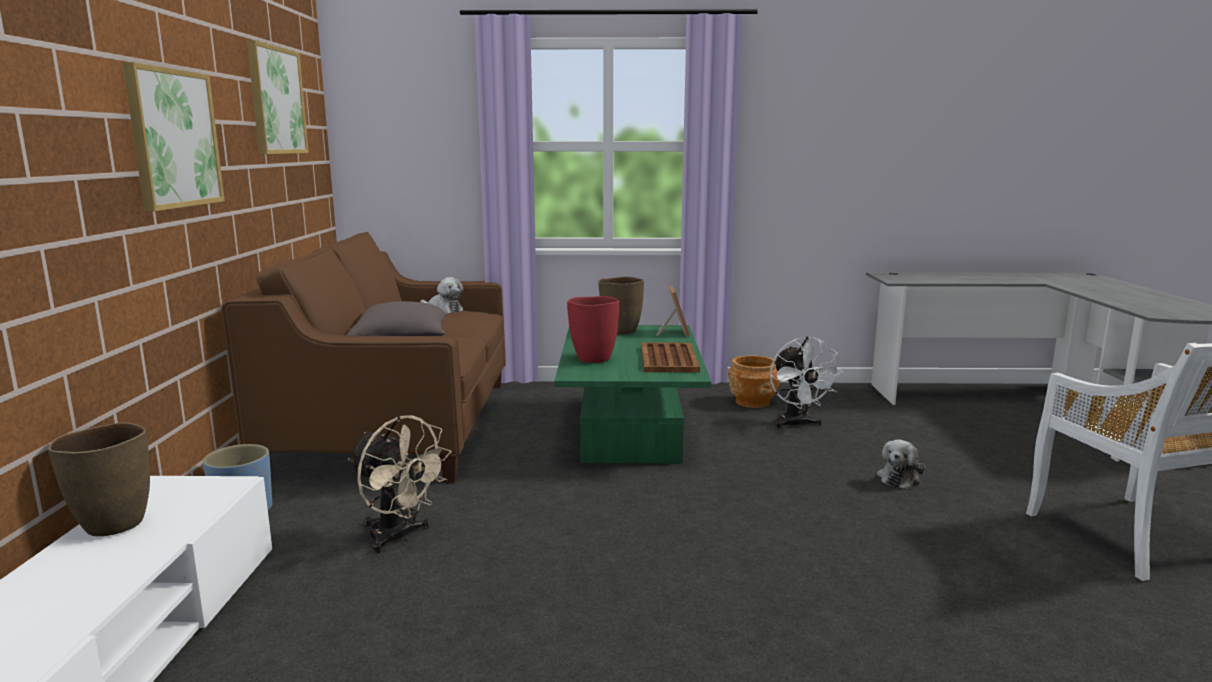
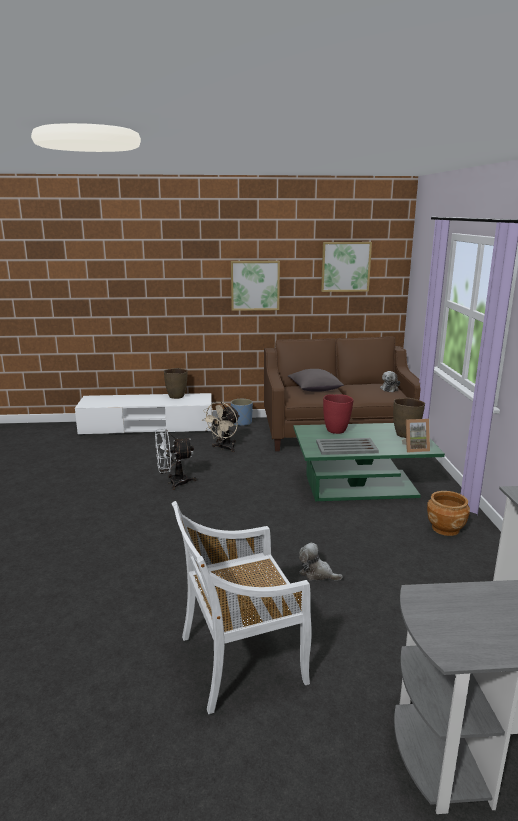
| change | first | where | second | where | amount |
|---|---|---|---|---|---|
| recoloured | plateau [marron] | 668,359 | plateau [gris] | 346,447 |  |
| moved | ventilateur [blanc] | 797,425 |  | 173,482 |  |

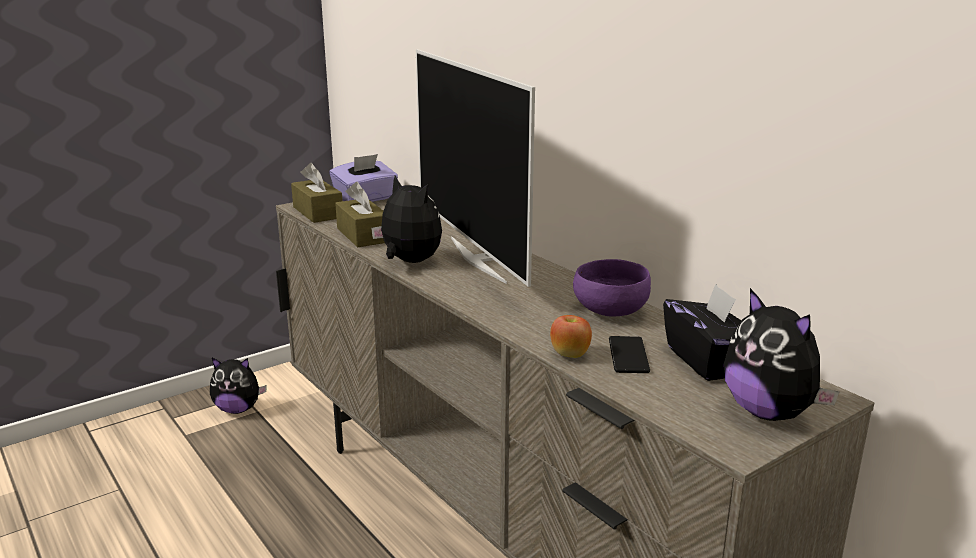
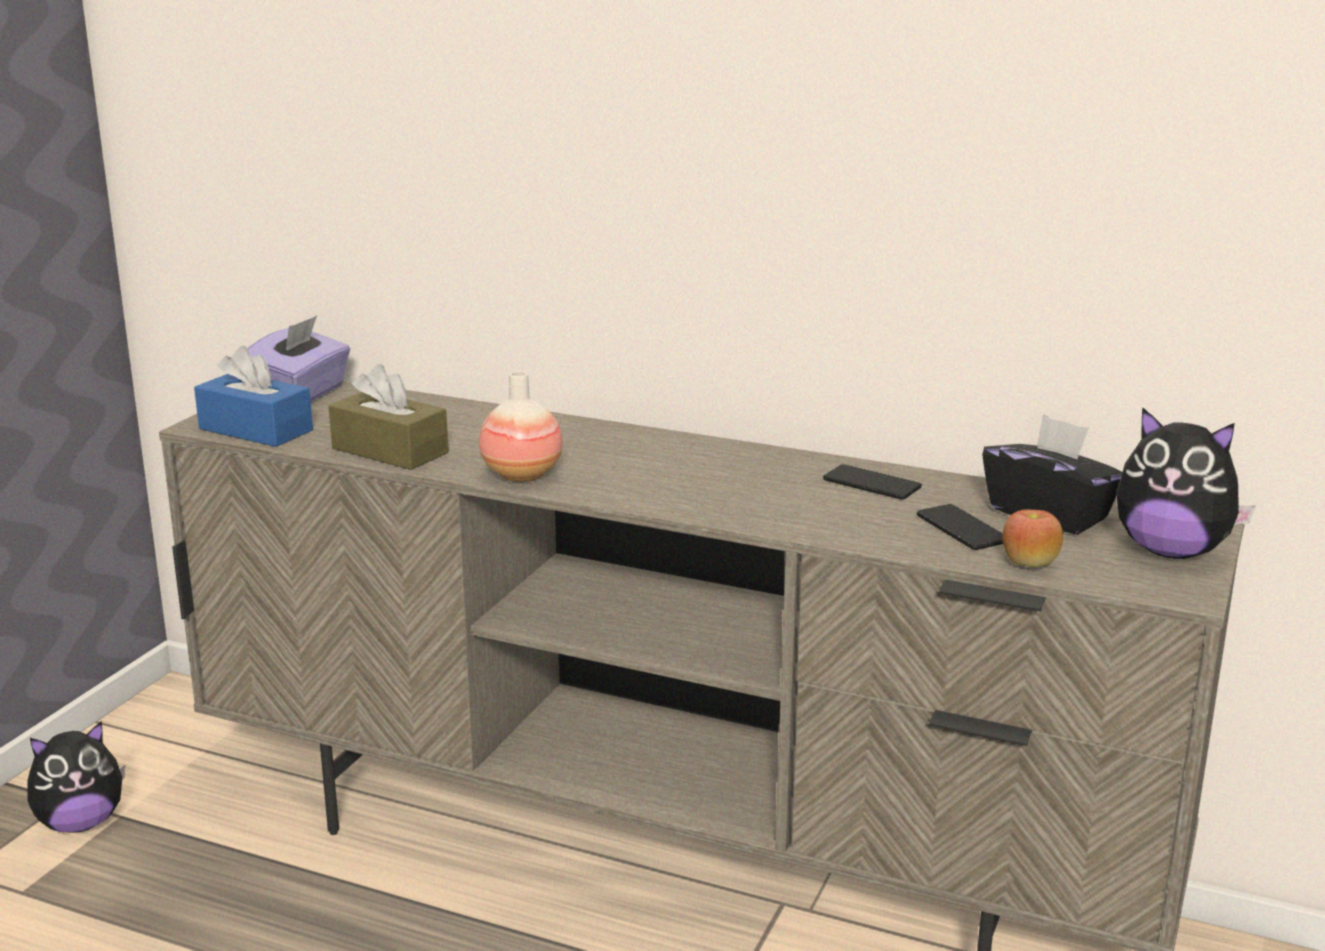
| change | first | where | second | where | amount |
|---|---|---|---|---|---|
| recoloured | boîte à mouchoirs [marron] | 318,212 | boîte à mouchoirs [bleu] | 256,429 |  |
| replaced | peluche | 409,262 | vase | 522,475 |  |
| removed | téléviseur | 479,259 |  |  |  |
| moved | pomme | 570,354 |  | 1029,564 |  |
| replaced | bol [violet] | 609,312 | téléphone | 871,484 |  |

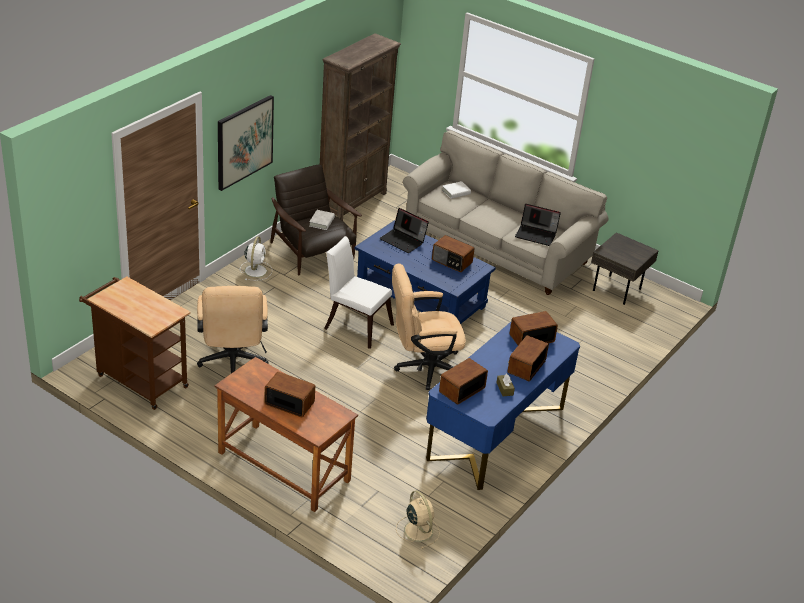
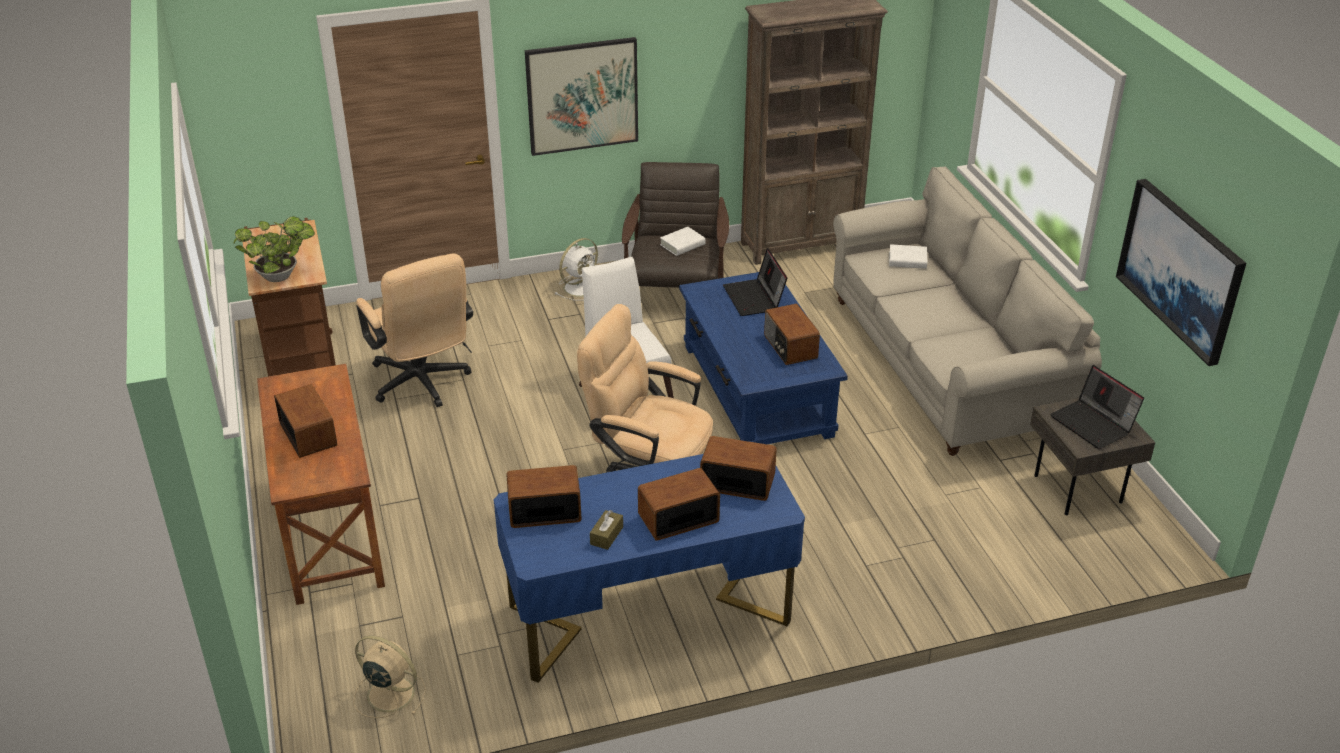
| change | first | where | second | where | amount |
|---|---|---|---|---|---|
| turned | chaise de bureau [beige] | 232,364 |  | 422,385 | 60 degrees counterclockwise |
| turned | ventilateur [beige] | 417,530 |  | 389,693 | 75 degrees counterclockwise |
| moved | ordinateur portable | 536,234 |  | 1093,424 |  |
| added |  |  | plante en pot | 281,276 |  |
| added |  |  | tableau | 1181,269 |  |

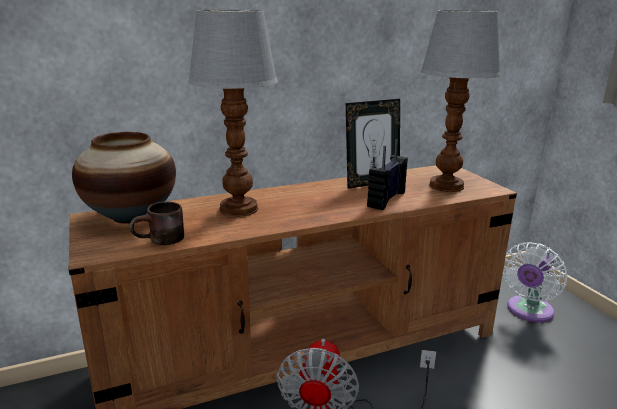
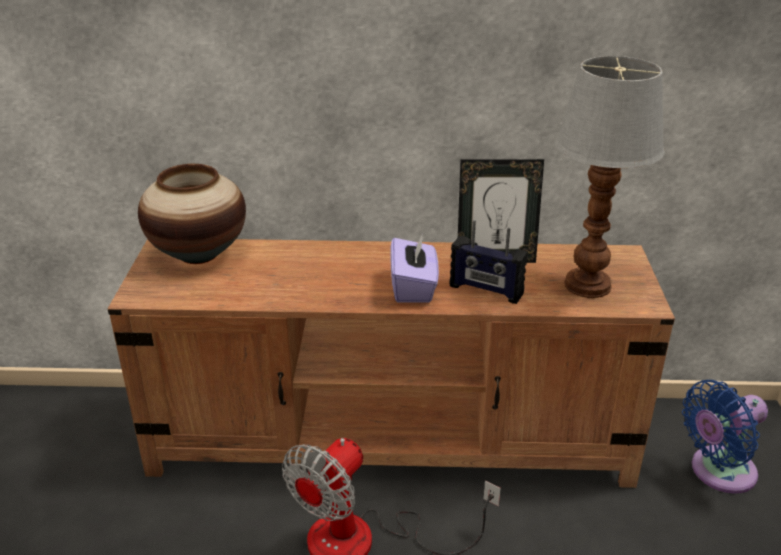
| change | first | where | second | where | amount |
|---|---|---|---|---|---|
| removed | mug [marron] | 161,242 |  |  |  |
| removed | lampe de table | 238,208 |  |  |  |
| turned | radio | 385,199 |  | 485,290 | 120 degrees counterclockwise |
| recoloured | ventilateur [blanc] | 528,312 | ventilateur [bleu] | 718,472 |  |
| added |  |  | boîte à mouchoirs [violet] | 413,288 |  |

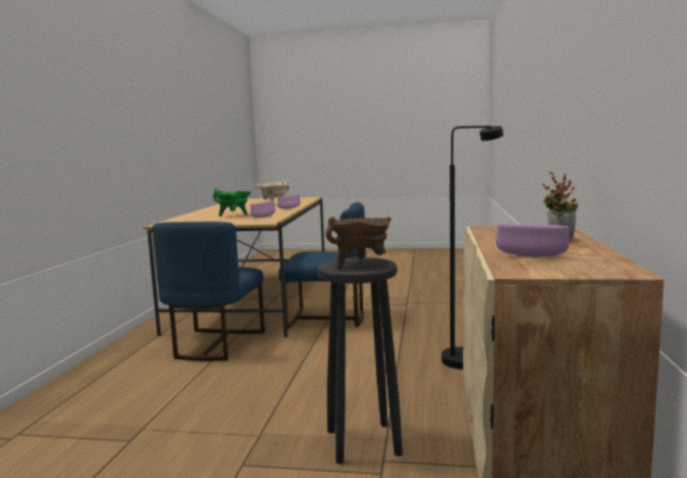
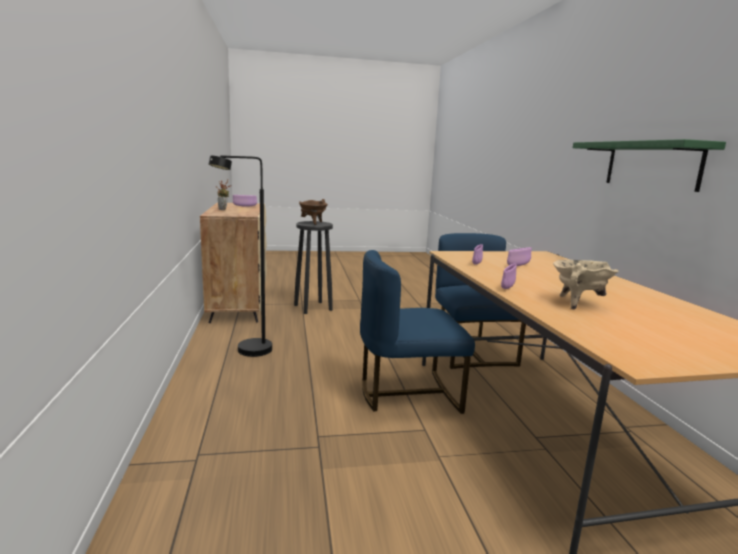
| change | first | where | second | where | amount |
|---|---|---|---|---|---|
| replaced | marmite [vert] | 234,216 | bol [violet] | 518,265 |  |
| added |  |  | étagère [vert] | 651,165 |  |

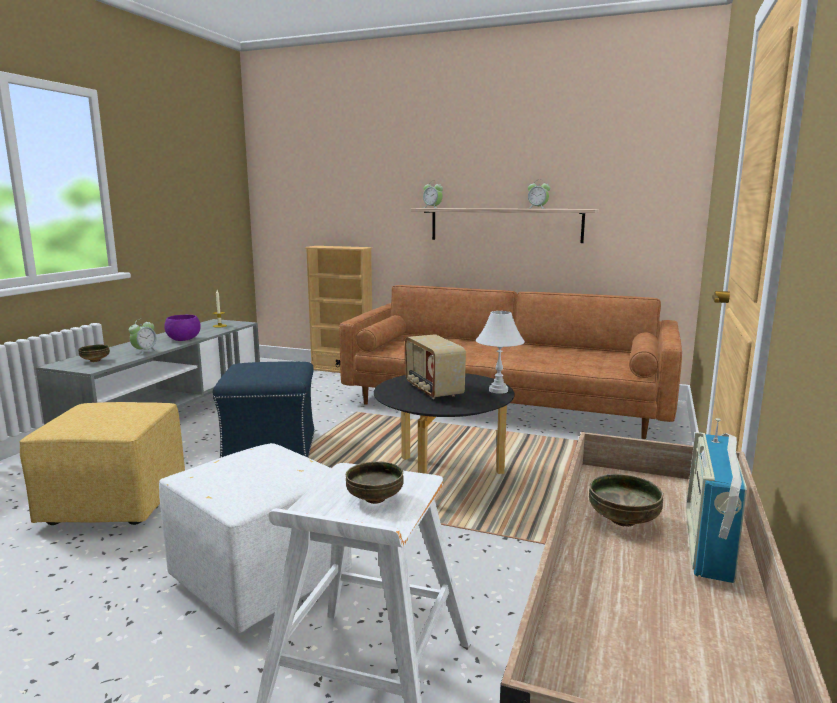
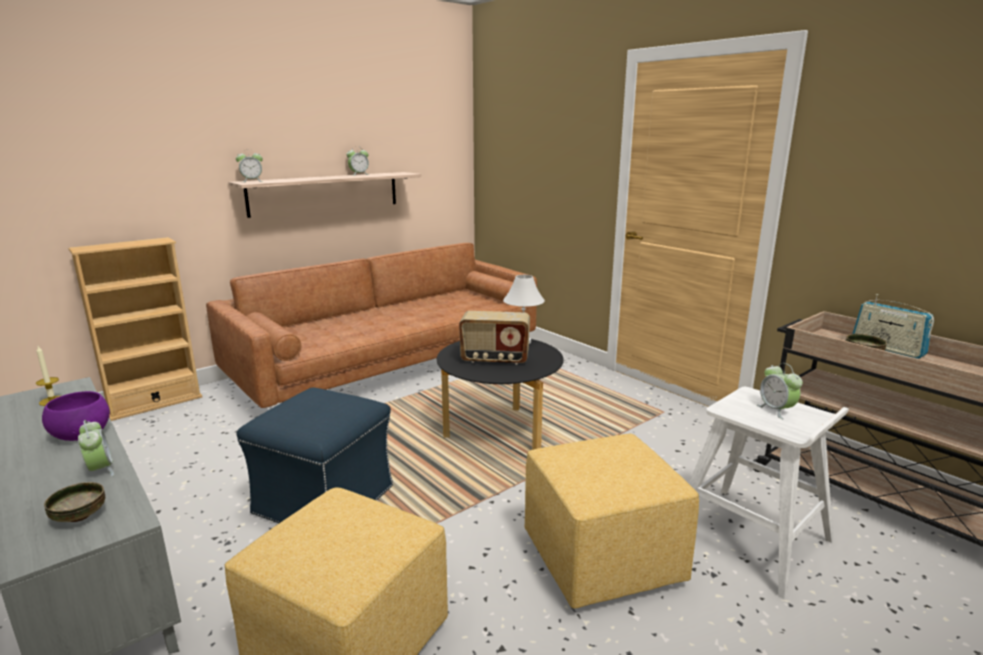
| change | first | where | second | where | amount |
|---|---|---|---|---|---|
| recoloured | pouf [blanc] | 264,579 | pouf [jaune] | 601,558 |  |
| replaced | bol | 375,499 | réveil | 776,410 |  |

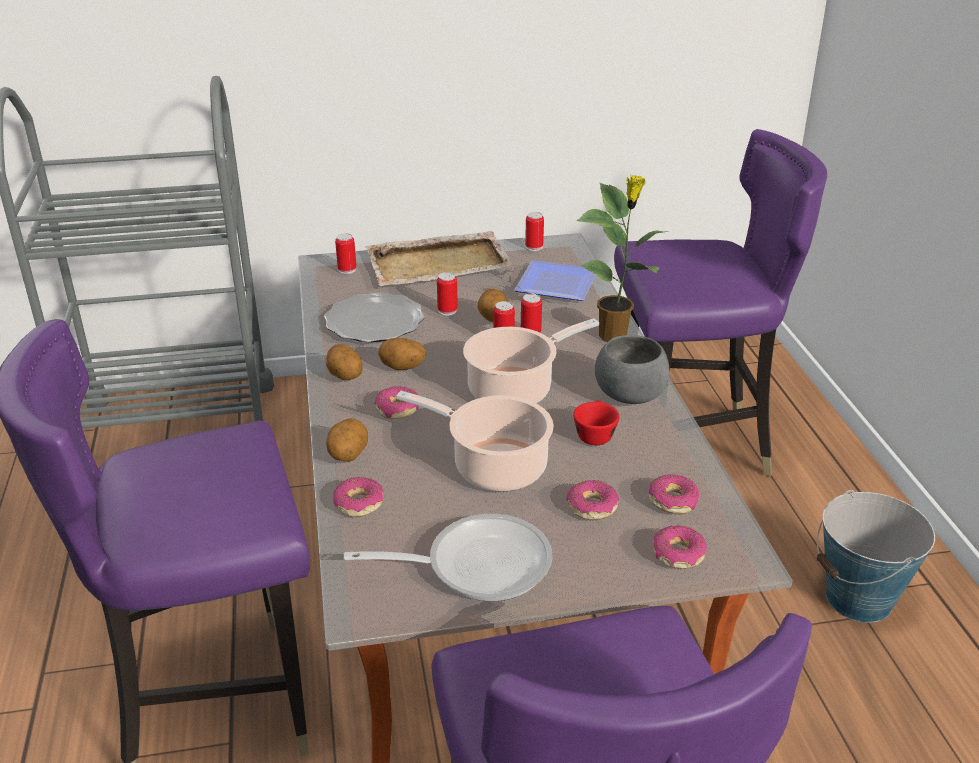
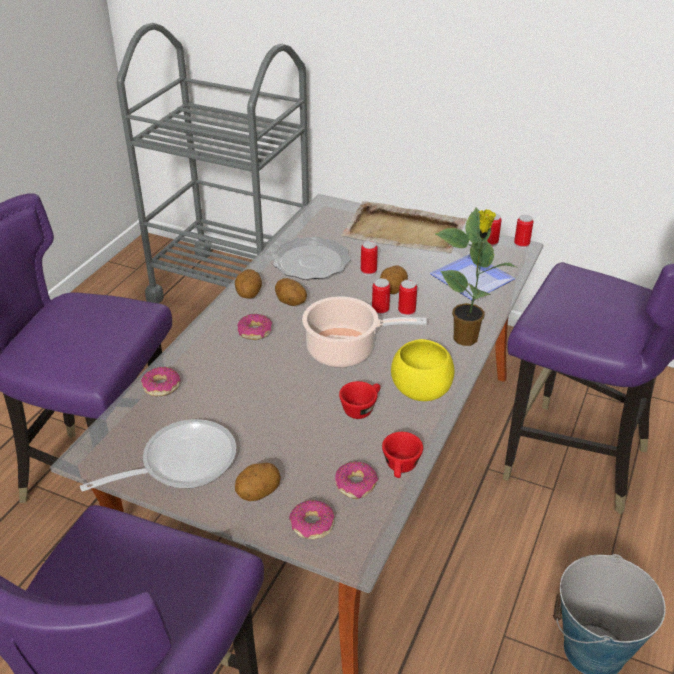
| change | first | where | second | where | amount |
|---|---|---|---|---|---|
| moved | pomme de terre | 348,455 |  | 258,493 |  |
| moved | boîte métallique | 347,270 |  | 521,244 |  |
| turned | poêle | 477,565 |  | 181,463 | 60 degrees counterclockwise |
| removed | marmite | 493,466 |  |  |  |
| removed | beignet | 592,507 |  |  |  |
| recoloured | bol [gris] | 629,395 | bol [jaune] | 421,390 |  |
| added |  |  | tasse [rouge] | 401,468 |  |

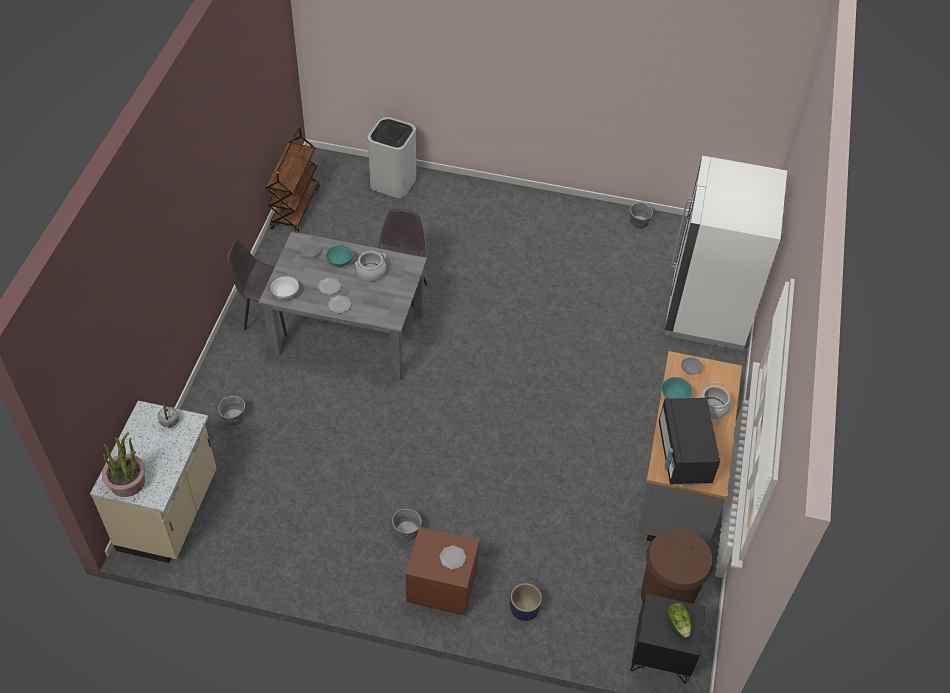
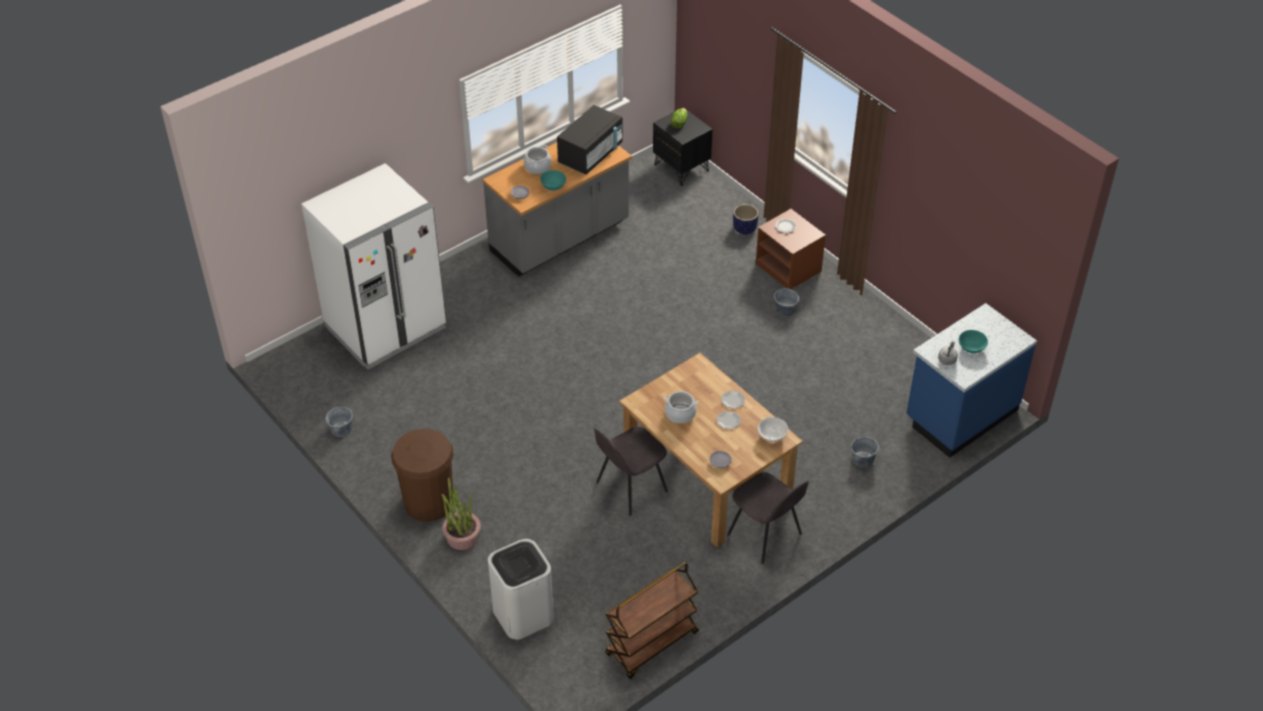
| change | first | where | second | where | amount |
|---|---|---|---|---|---|
| recoloured | comptoir de cuisine [beige] | 170,512 | comptoir de cuisine [bleu] | 960,414 |  |
| moved | plante en pot | 128,482 |  | 462,537 |  |
| recoloured | table à manger [gris] | 347,333 | table à manger [marron] | 708,478 |  |
| moved | bol [turquoise] | 339,261 |  | 971,348 |  |
| moved | poubelle [marron] | 666,596 |  | 429,502 |  |

